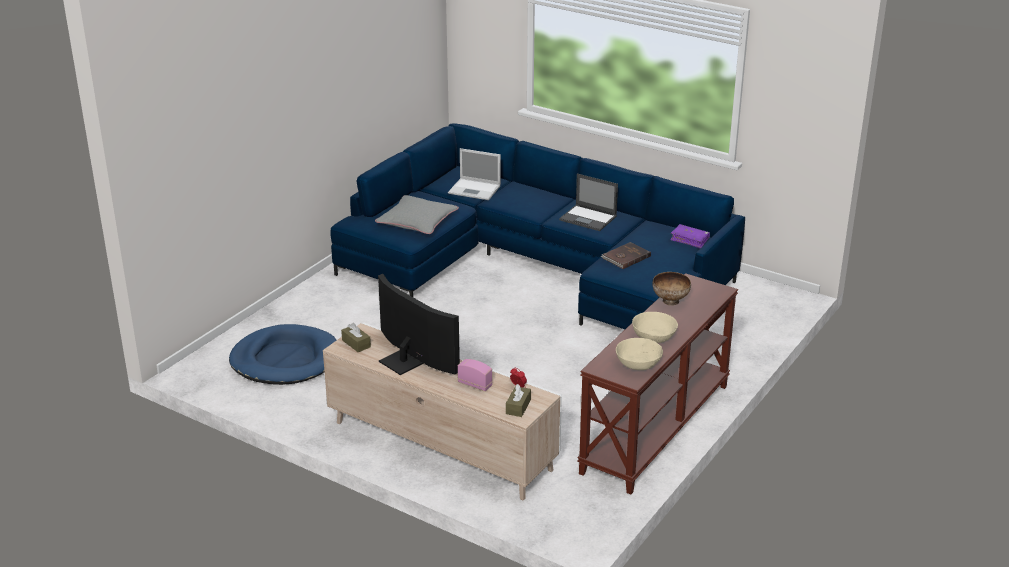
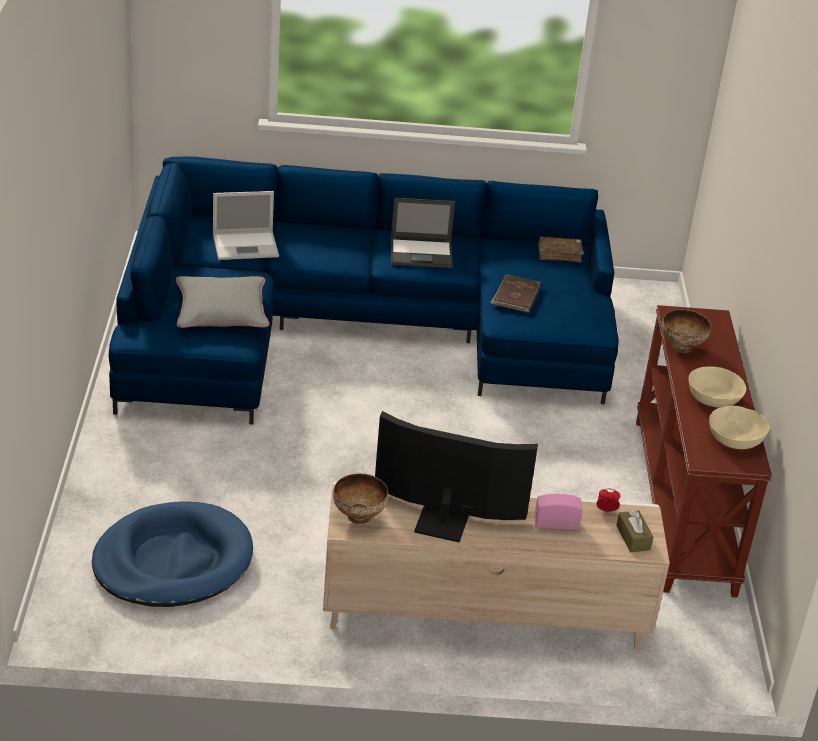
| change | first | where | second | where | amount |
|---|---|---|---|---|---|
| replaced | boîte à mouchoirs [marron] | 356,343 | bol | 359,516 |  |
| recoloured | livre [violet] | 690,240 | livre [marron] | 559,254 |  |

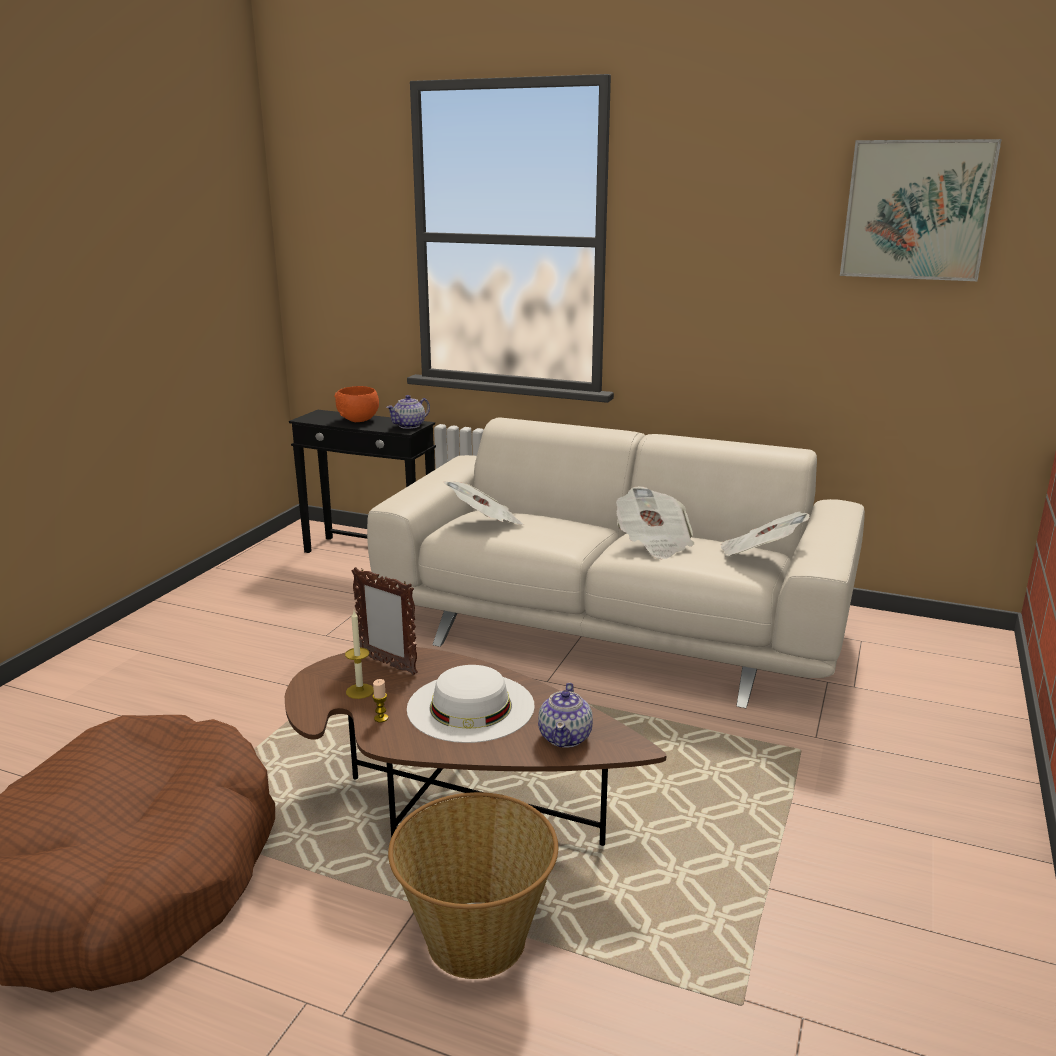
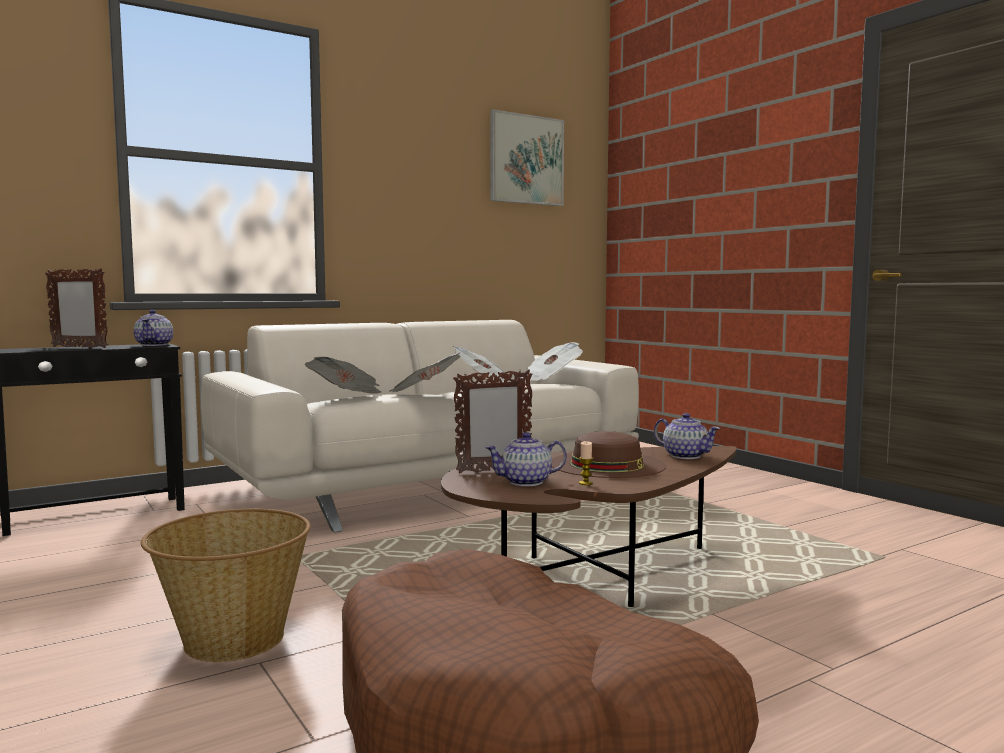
| change | first | where | second | where | amount |
|---|---|---|---|---|---|
| replaced | bol [orange] | 359,420 | cadre photo | 79,347 |  |
| replaced | bougie | 360,691 | théière | 526,482 |  |
| moved | panier | 476,937 |  | 232,639 |  |
| recoloured | chapeau [blanc] | 471,707 | chapeau [marron] | 607,464 |  |
| added |  |  | journal | 424,394 |  |

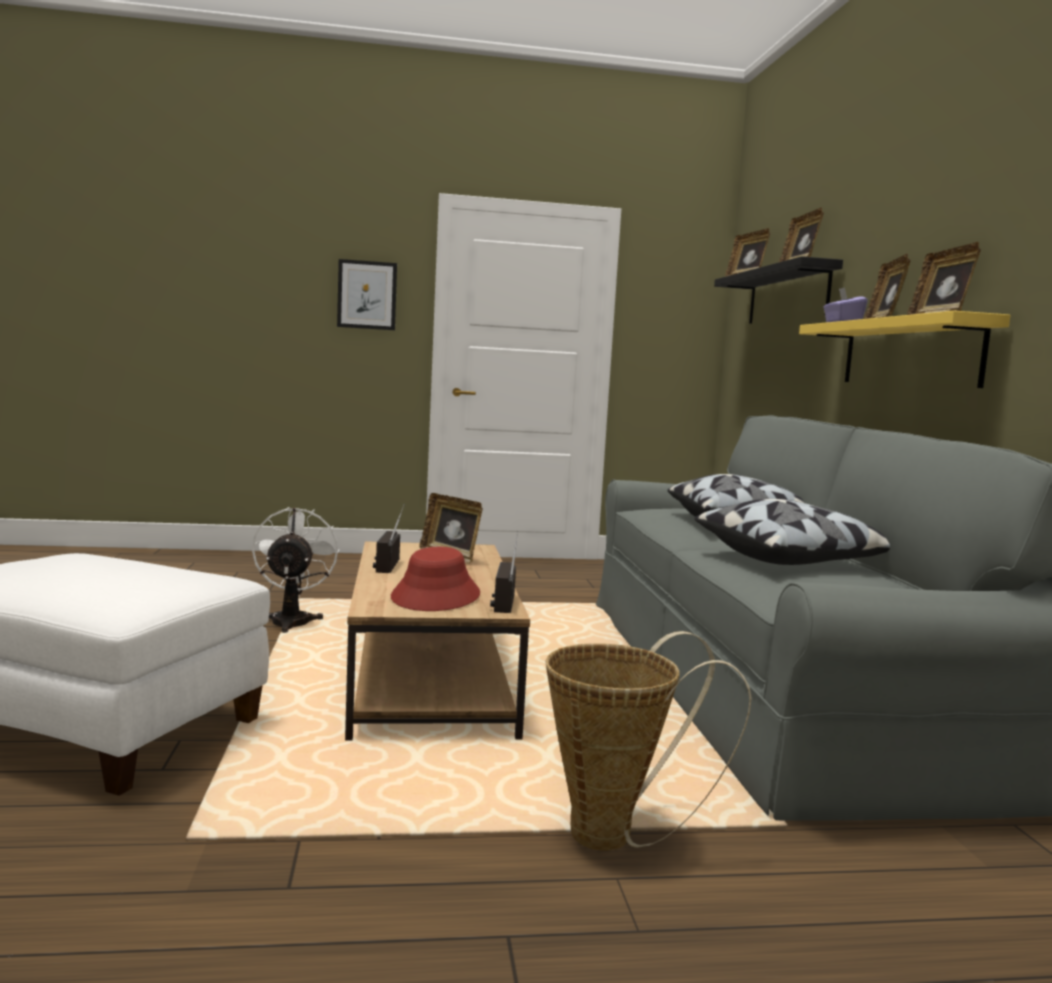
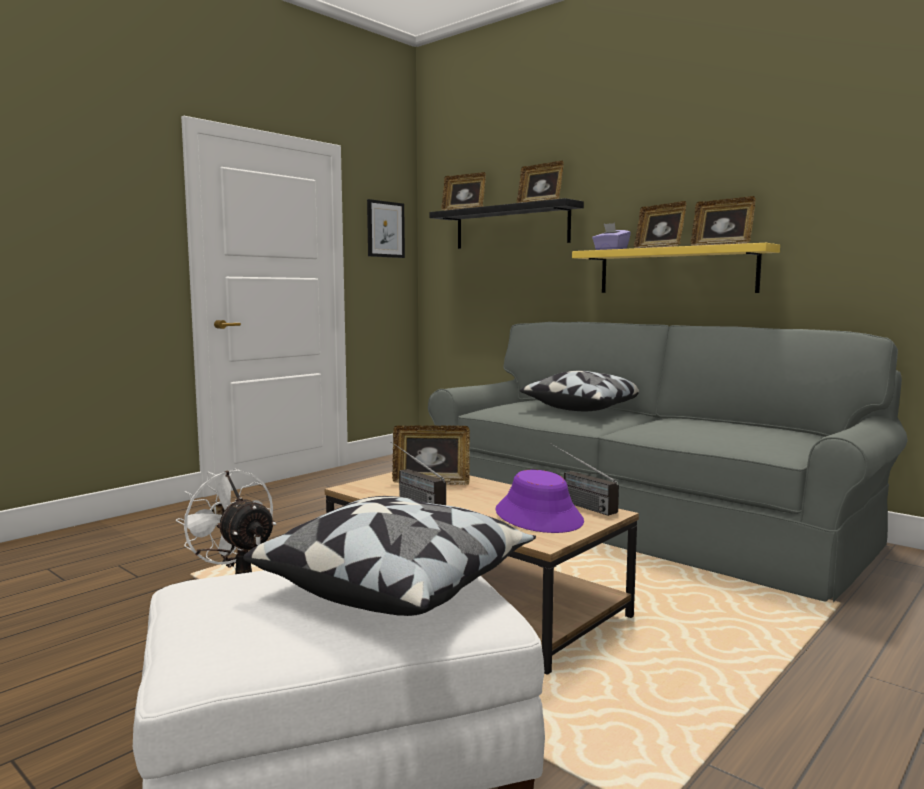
| change | first | where | second | where | amount |
|---|---|---|---|---|---|
| moved | tableau | 367,295 |  | 385,229 |  |
| recoloured | chapeau [rouge] | 436,596 | chapeau [violet] | 539,516 |  |
| removed | panier | 616,835 |  |  |  |
| moved | coussin | 791,560 |  | 397,585 |  |

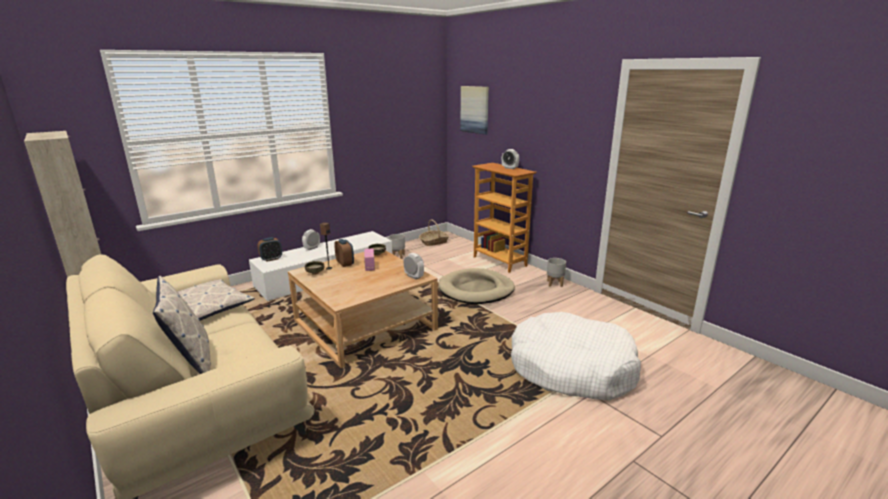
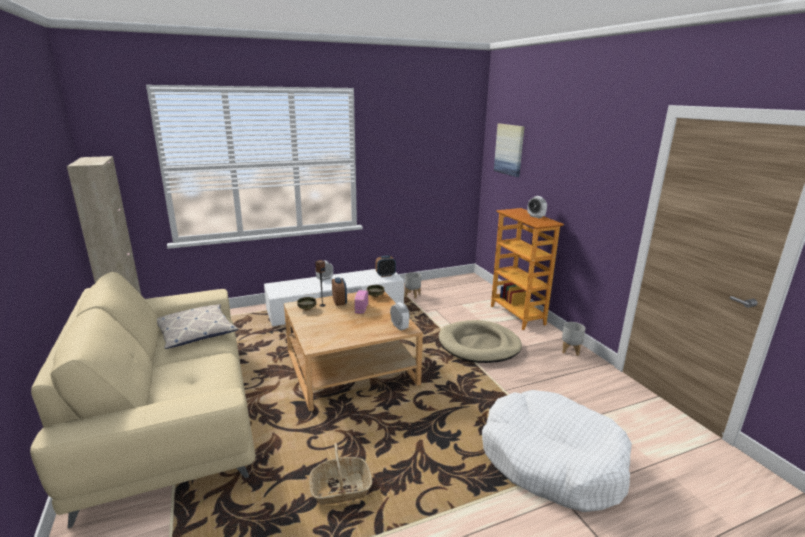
| change | first | where | second | where | amount |
|---|---|---|---|---|---|
| removed | coussin | 192,362 |  |  |  |
| moved | réveil | 271,259 |  | 385,275 |  |
| moved | panier | 434,242 |  | 340,489 |  |

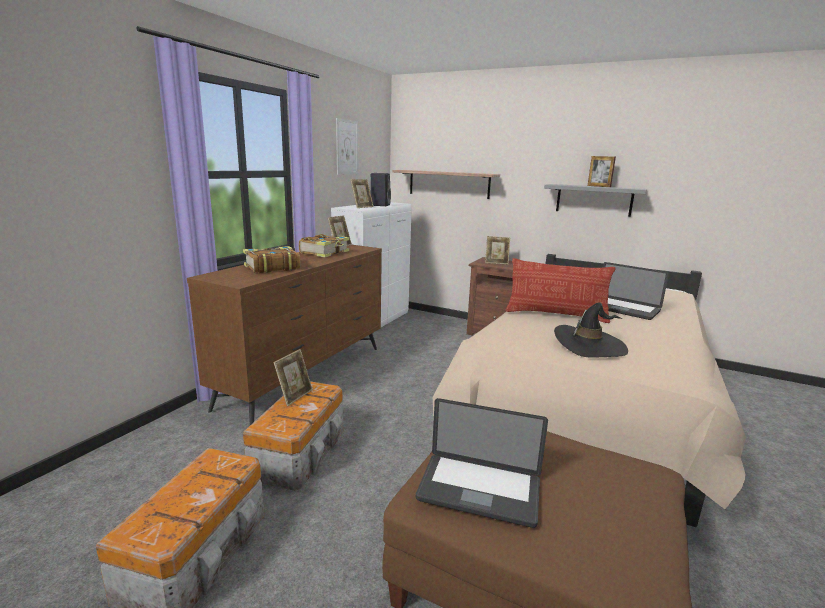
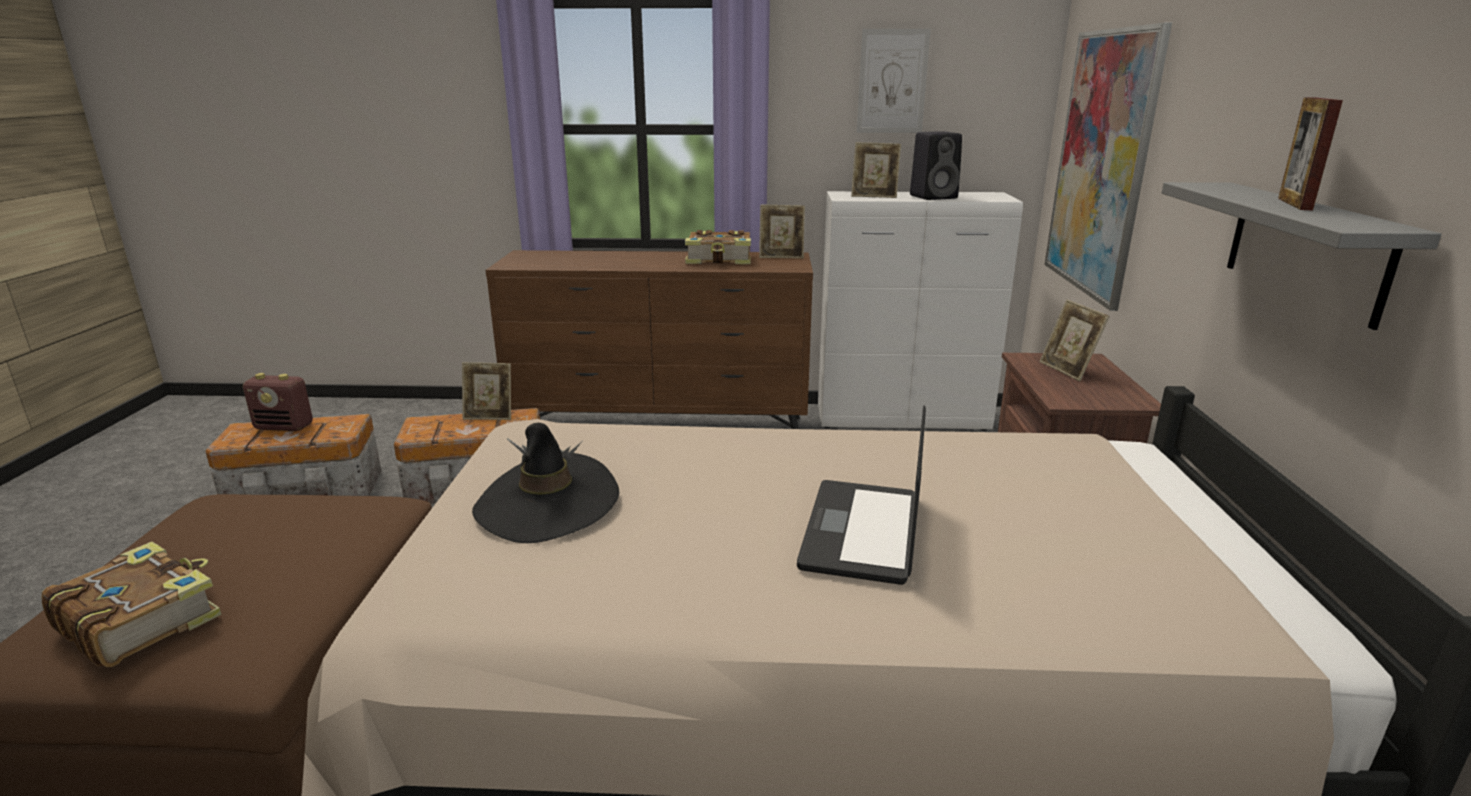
| change | first | where | second | where | amount |
|---|---|---|---|---|---|
| moved | livre | 271,267 |  | 140,619 |  |
| replaced | étagère | 448,184 | tableau | 1101,164 |  |
| removed | ordinateur portable | 479,490 |  |  |  |
| removed | coussin | 556,315 |  |  |  |
| added |  |  | radio | 284,427 |  |

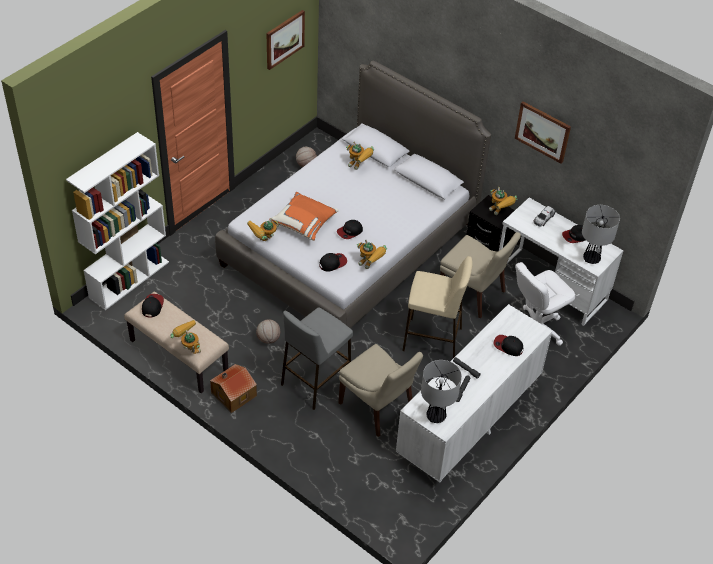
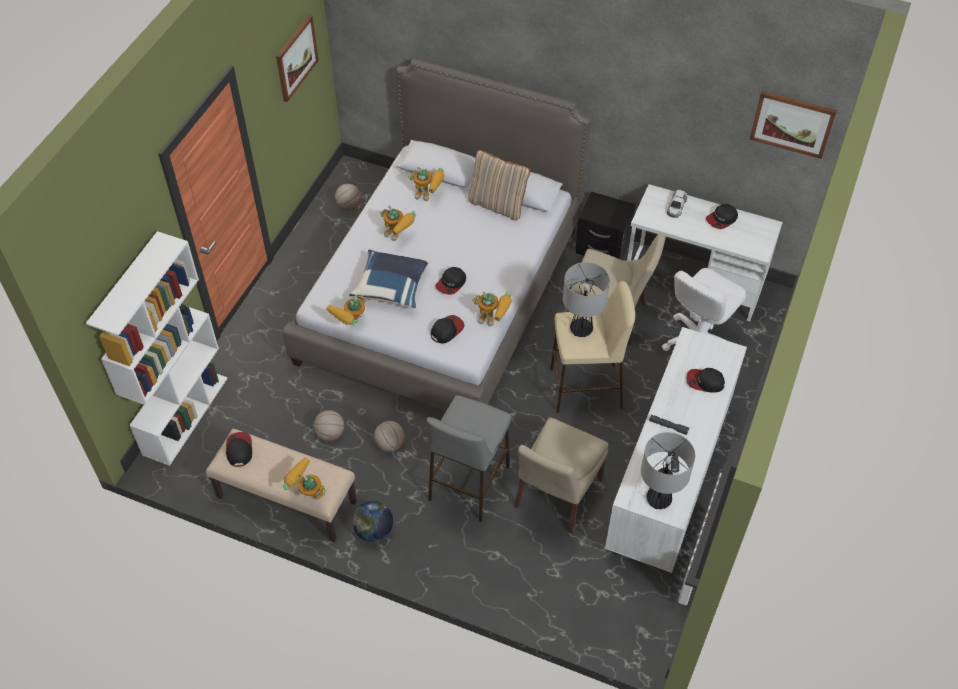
| change | first | where | second | where | amount |
|---|---|---|---|---|---|
| replaced | maison miniature | 233,394 | globe | 374,531 |  |
| recoloured | coussin [orange] | 304,223 | coussin [bleu] | 391,287 |  |
| turned | chaise [beige] | 378,408 |  | 556,495 | 90 degrees clockwise |
| moved | robot jouet | 500,212 |  | 399,236 |  |
| moved | tableau | 543,131 |  | 792,123 |  |
| moved | lampe de table | 591,259 |  | 581,330 |  |
| added |  |  | ballon de basket | 330,434 |  |
| added |  |  | coussin [beige] | 498,205 |  |

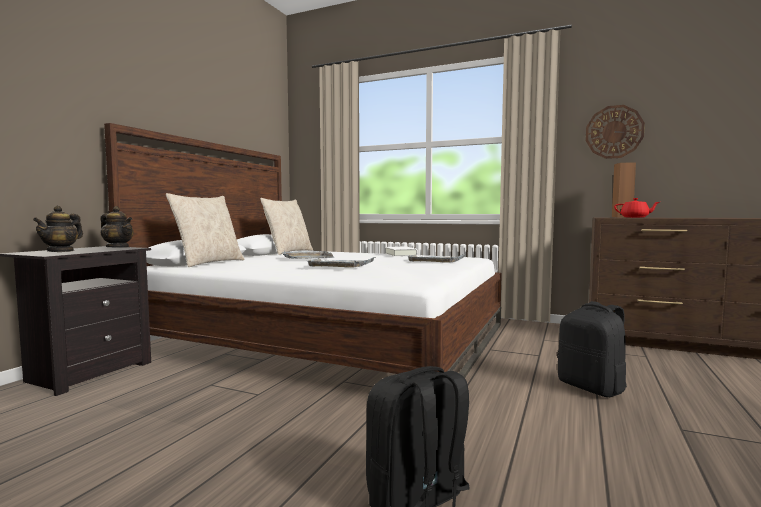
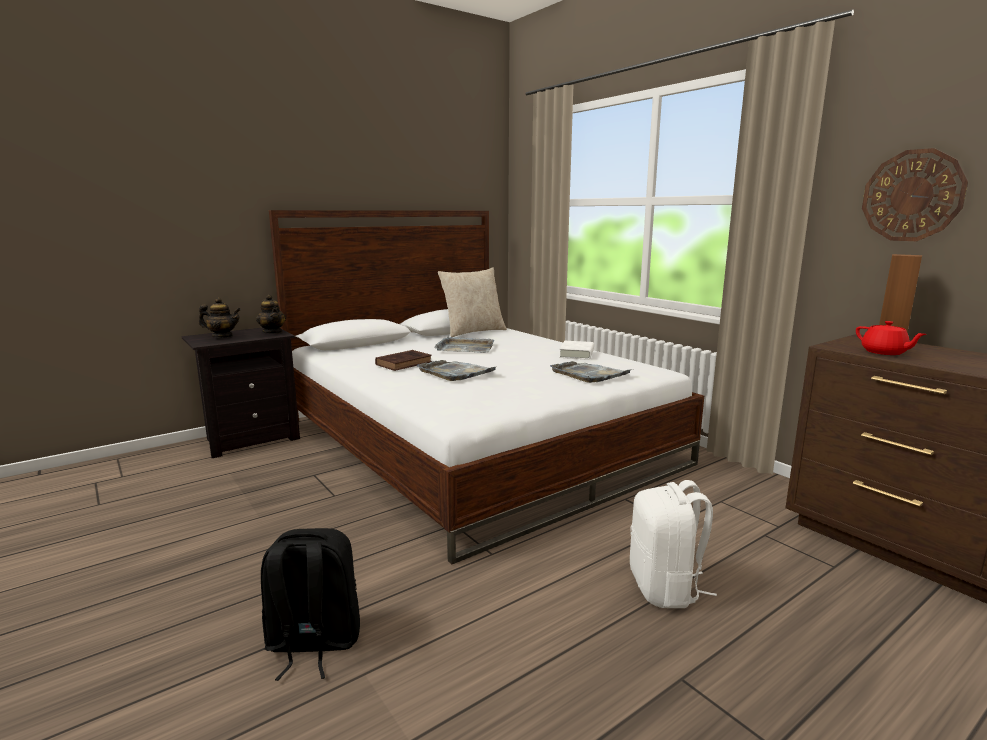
| change | first | where | second | where | amount |
|---|---|---|---|---|---|
| turned | théière | 61,251 |  | 222,336 | 135 degrees counterclockwise |
| removed | coussin [beige] | 208,263 |  |  |  |
| recoloured | sac à dos [noir] | 592,387 | sac à dos [blanc] | 665,588 |  |
| added |  |  | livre [marron] | 405,363 |  |

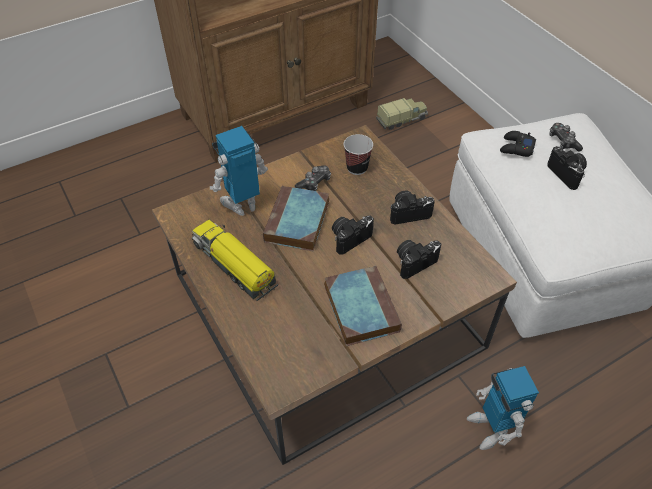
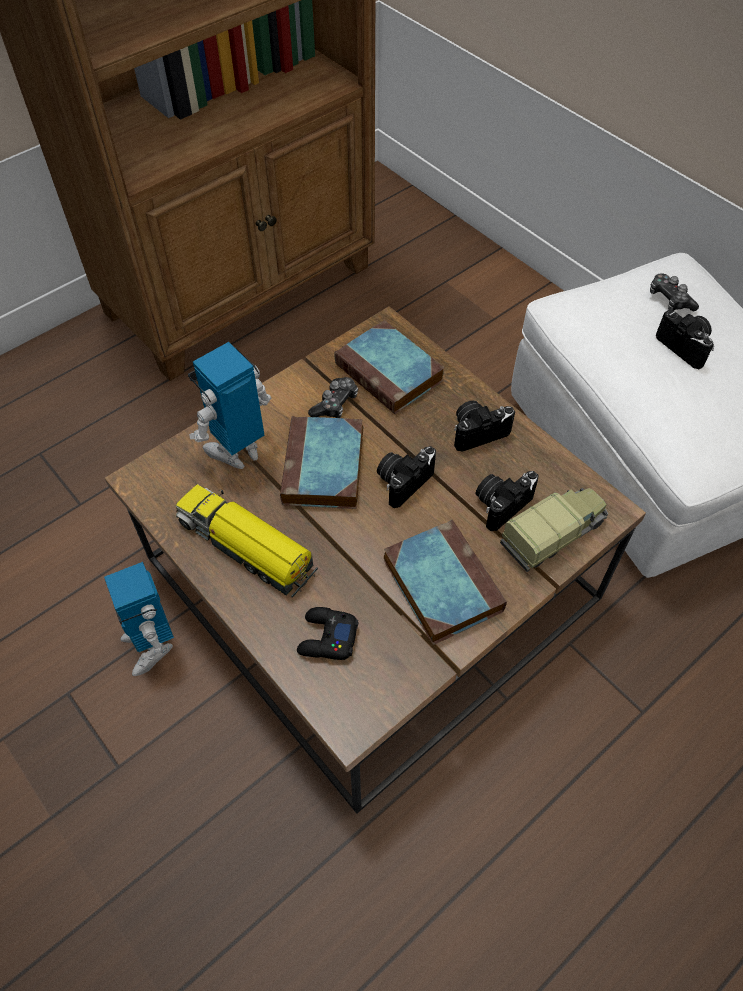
| change | first | where | second | where | amount |
|---|---|---|---|---|---|
| replaced | tasse | 357,168 | livre | 391,373 |  |
| moved | camion jouet | 402,119 |  | 554,534 |  |
| moved | robot jouet | 491,428 |  | 151,646 |  |
| moved | manette [noir] | 516,148 |  | 327,638 |  |

